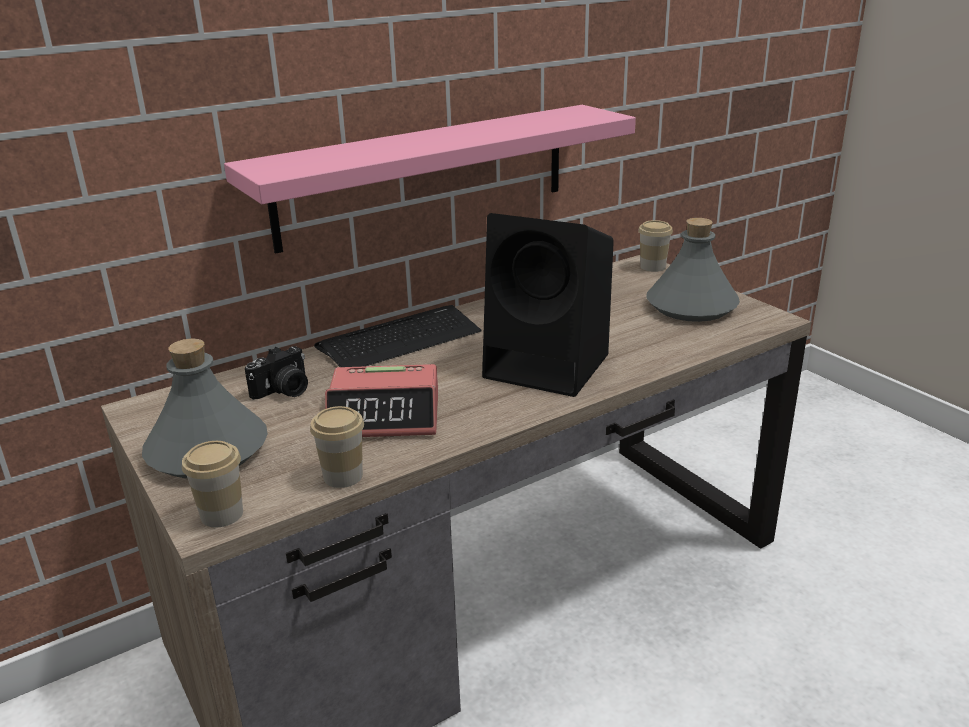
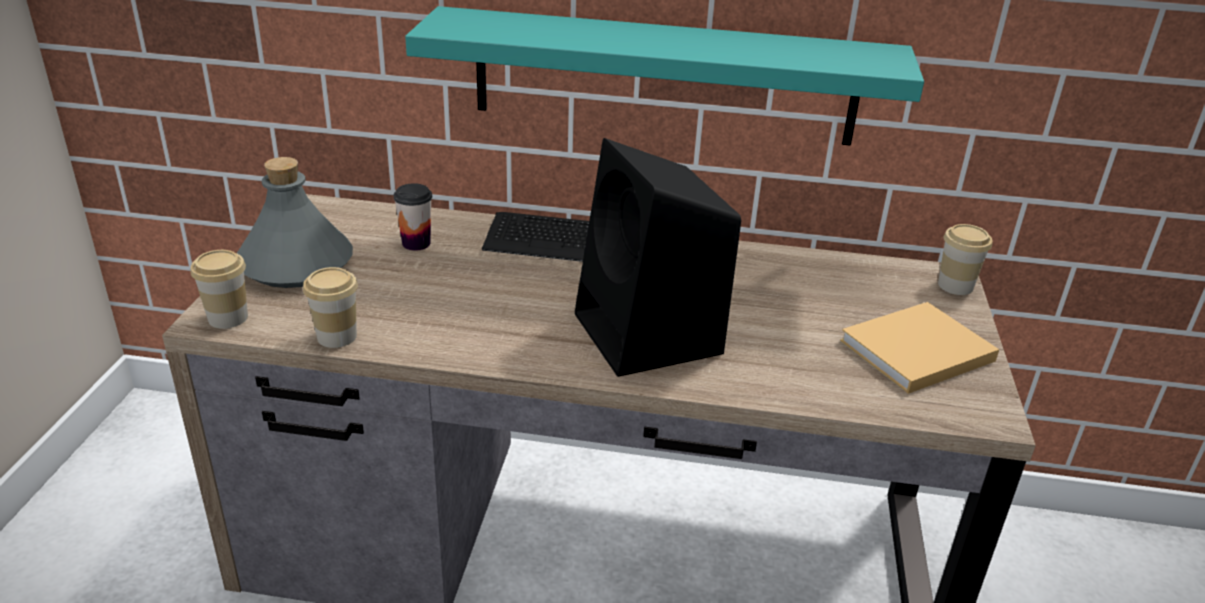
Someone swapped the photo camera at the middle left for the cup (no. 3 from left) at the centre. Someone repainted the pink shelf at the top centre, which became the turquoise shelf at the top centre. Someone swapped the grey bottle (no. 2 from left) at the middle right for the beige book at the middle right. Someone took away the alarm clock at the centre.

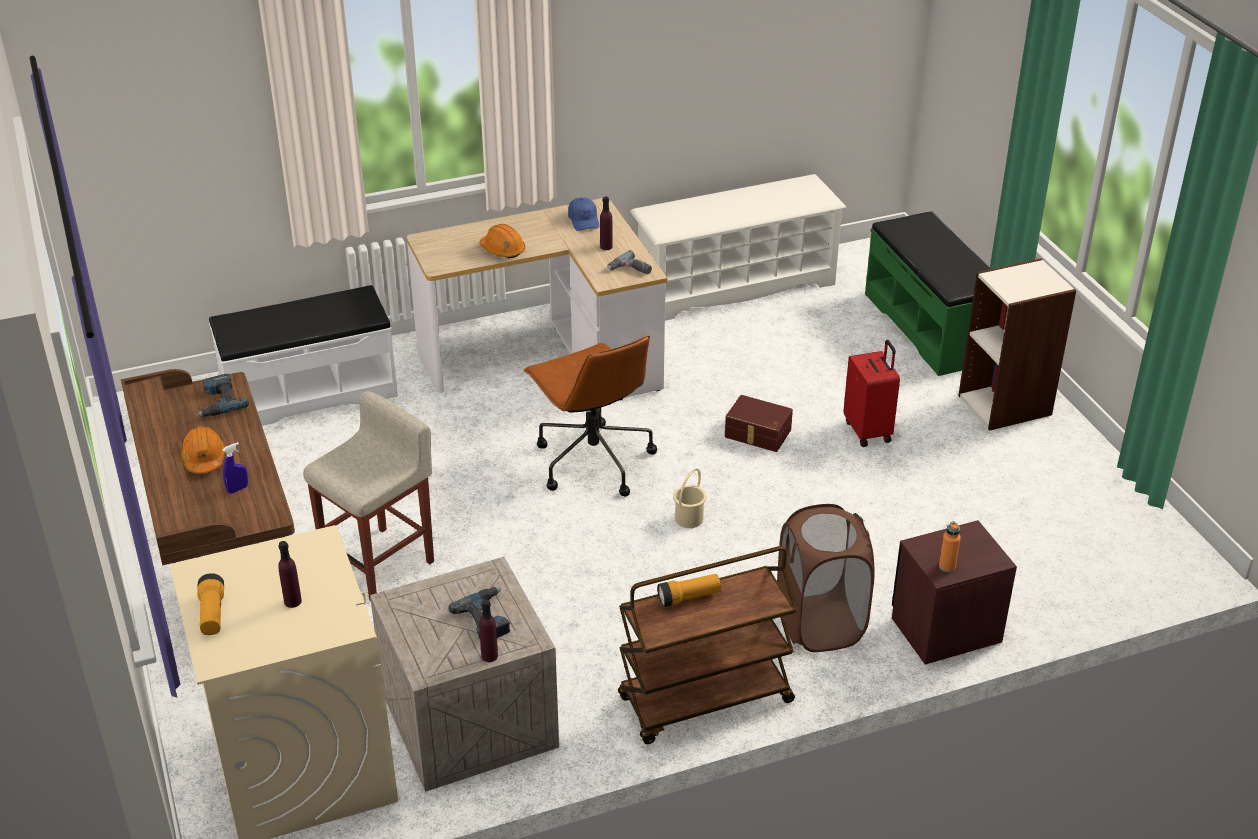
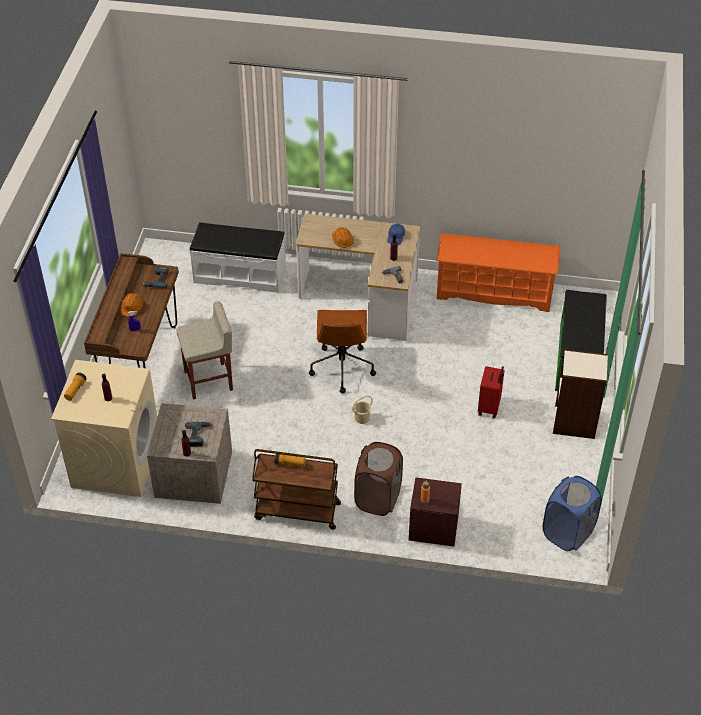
Someone repainted the white shoe rack at the top centre, which became the orange shoe rack at the middle right. Someone put down the blue laundry basket at the bottom right. Someone took away the brown storage box at the centre.

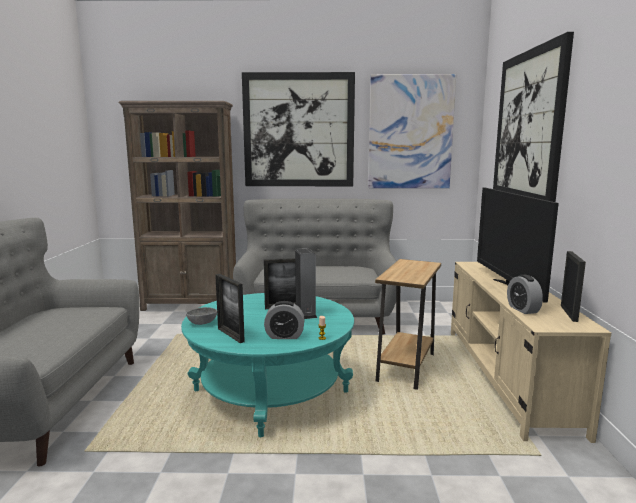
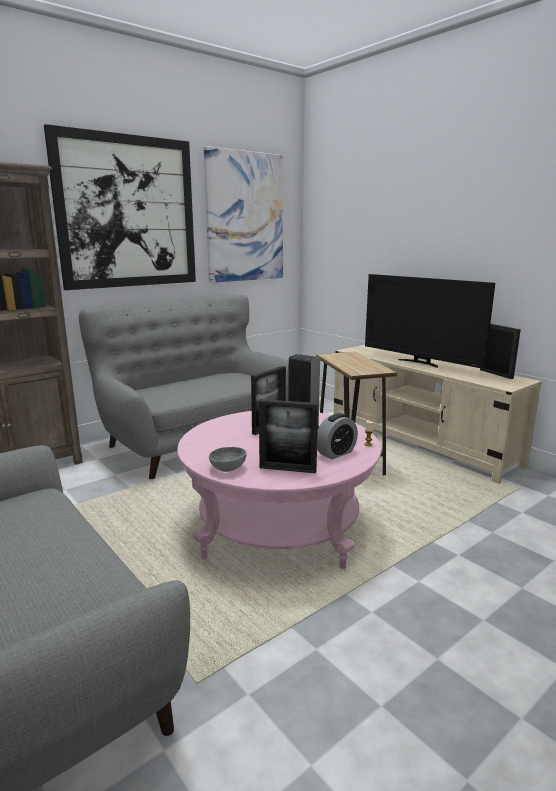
Someone repainted the turquoise coffee table at the bottom centre, which became the pink coffee table at the centre. Someone took away the picture (no. 3 from left) at the top right. Someone took away the alarm clock (no. 2 from left) at the middle right.

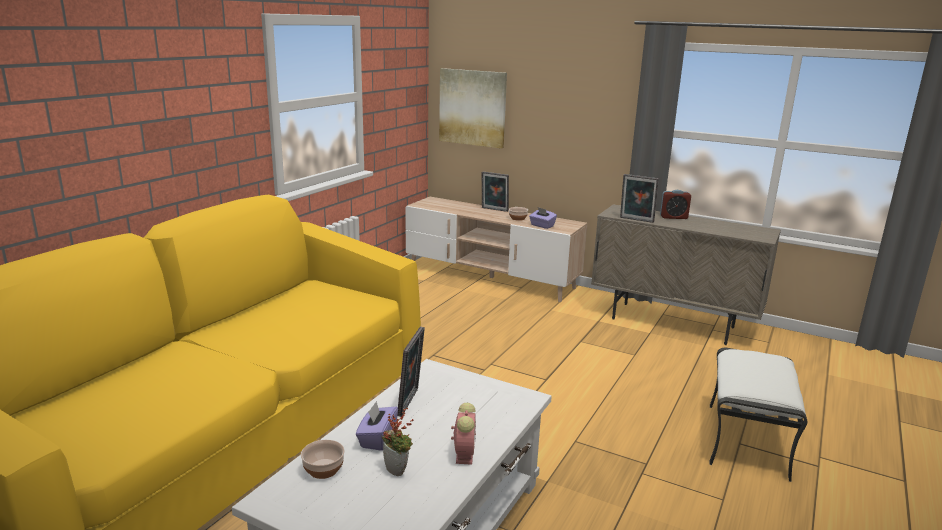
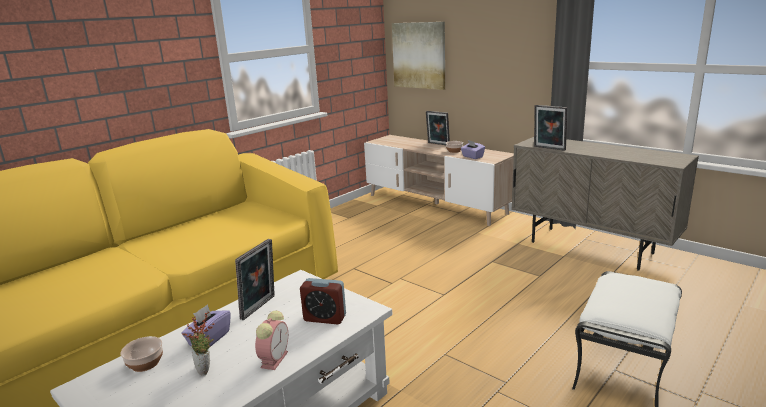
Someone carried the alarm clock (no. 2 from left) from the middle right to the bottom centre.

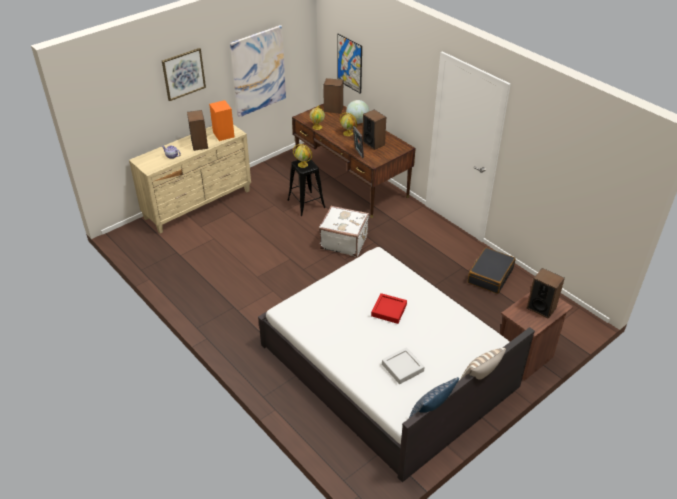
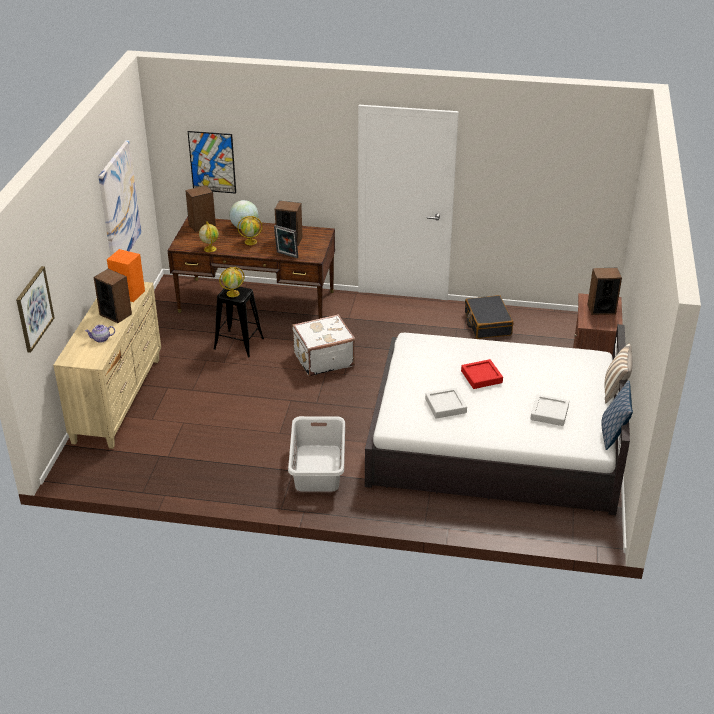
Someone carried the picture (no. 1 from left) from the top left to the middle left. Someone put down the grey laundry basket at the centre. Someone put down the grey tray (no. 1 from left) at the centre.

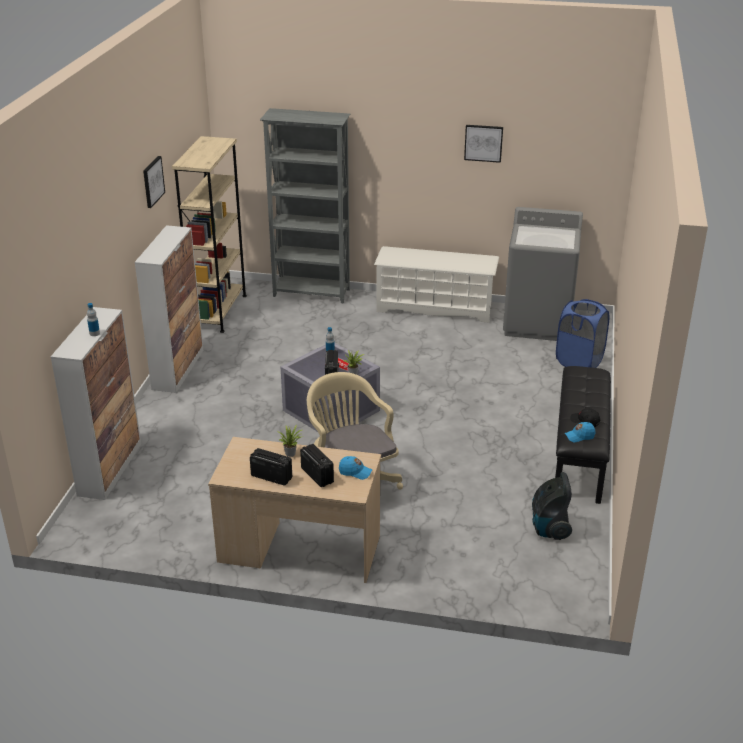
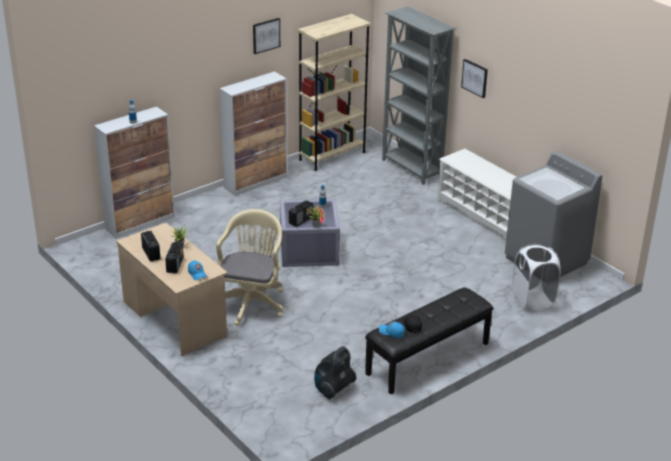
Someone carried the picture (no. 2 from left) from the top centre to the top right. Someone repainted the blue laundry basket at the middle right, which became the white laundry basket at the middle right.

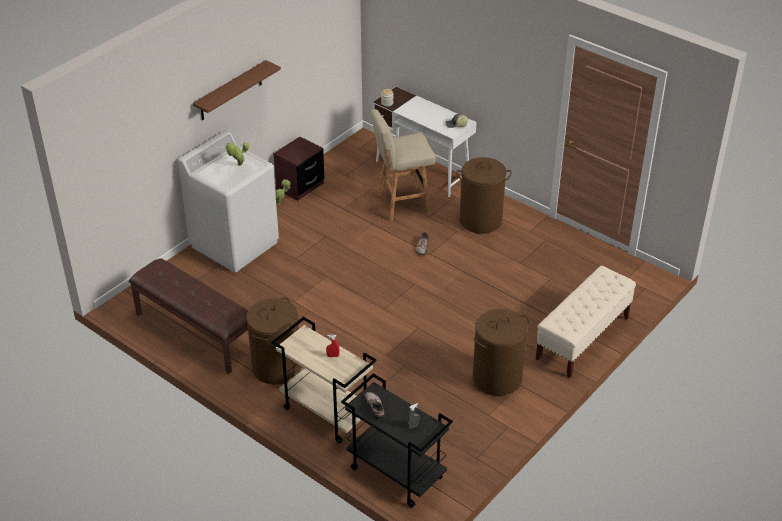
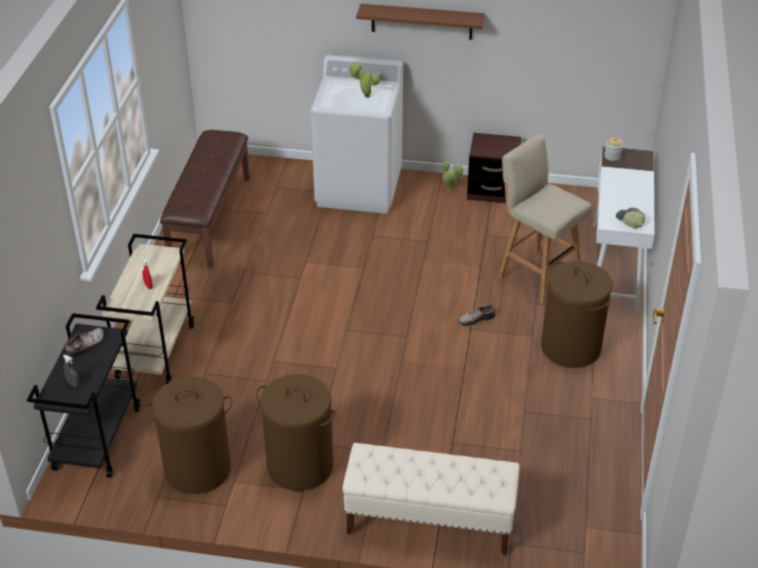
Someone carried the brown laundry basket (no. 1 from left) from the centre to the bottom left.

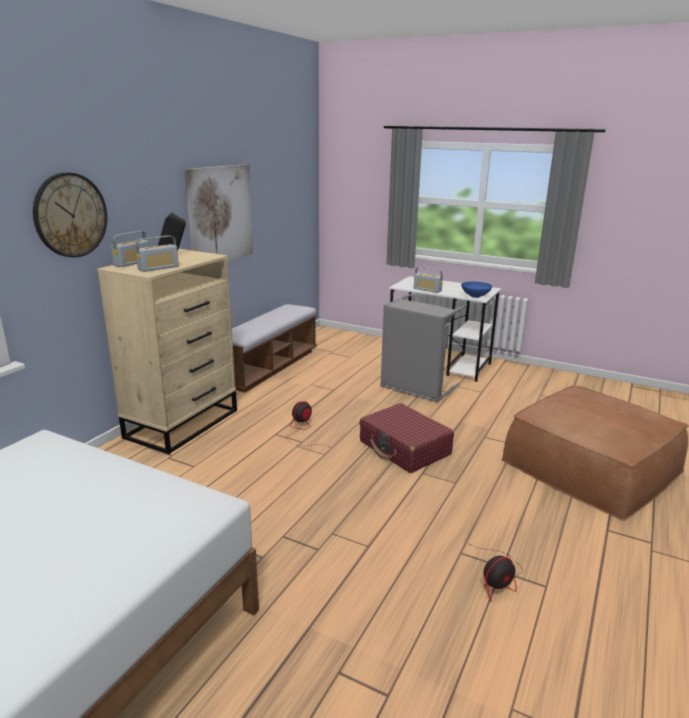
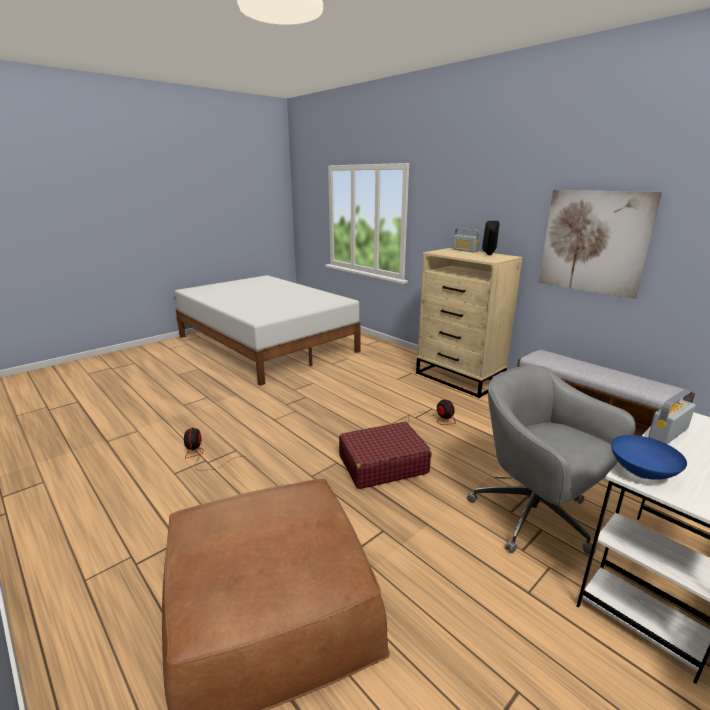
Someone swapped the grey laundry basket at the centre for the grey office chair at the middle right. Someone took away the wall clock at the top left. Someone took away the radio (no. 2 from left) at the middle left.

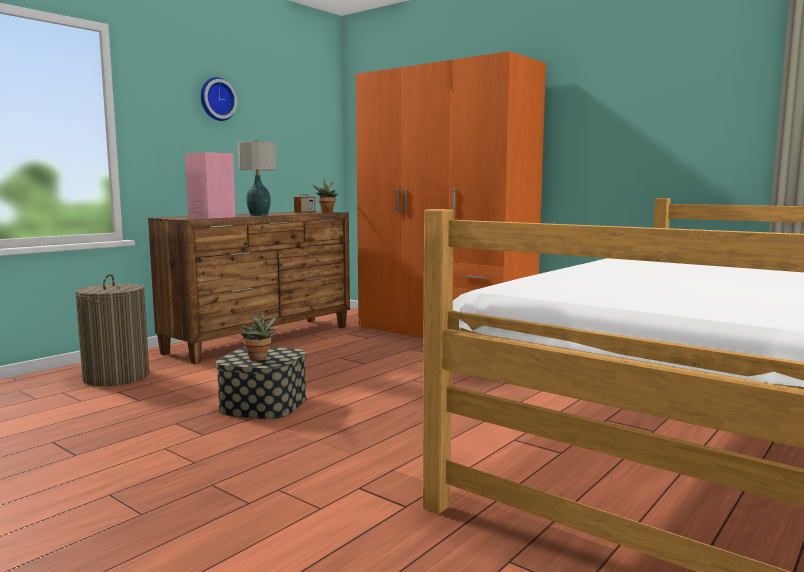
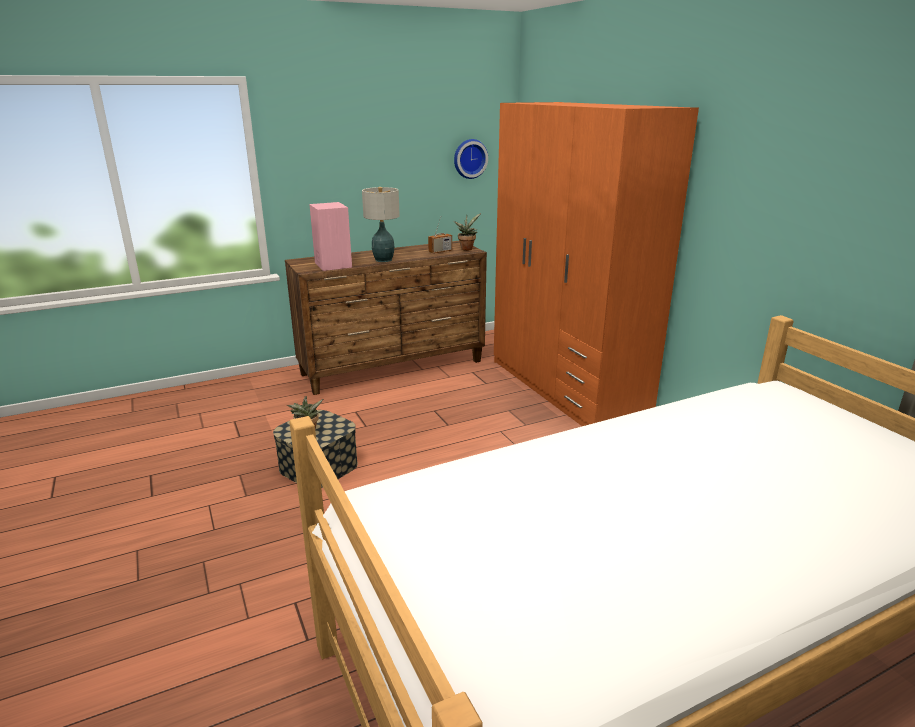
Someone carried the wall clock from the top left to the top centre. Someone took away the laundry basket at the middle left.

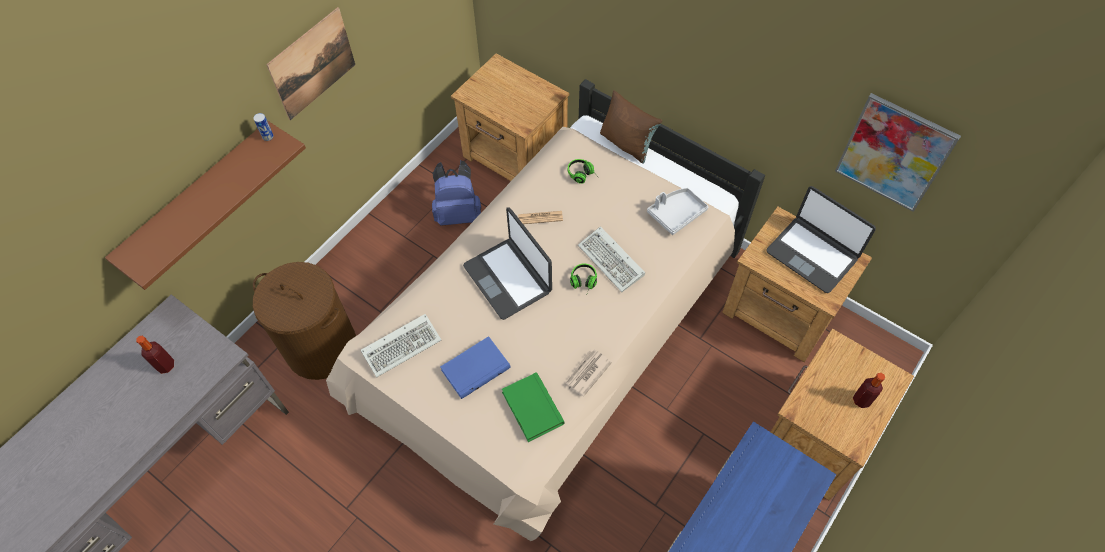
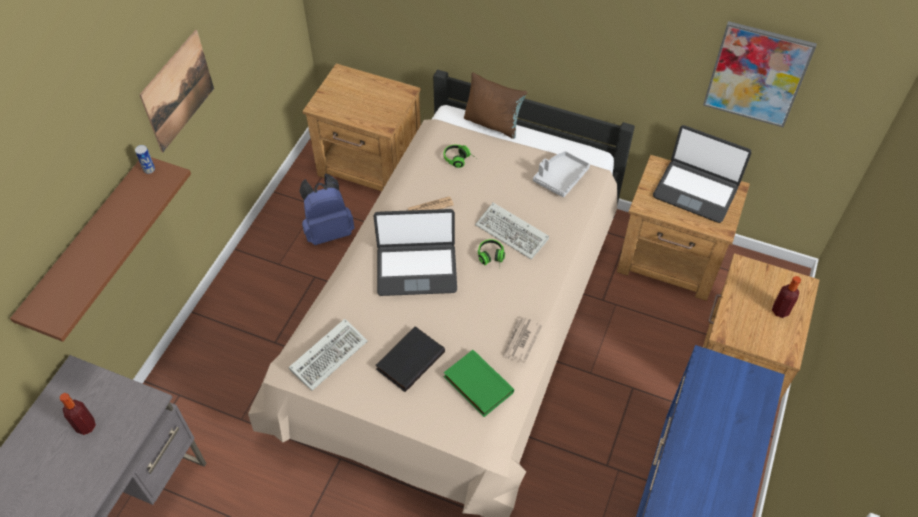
Someone rotated the laptop (no. 1 from left) at the centre by 45 degrees counterclockwise. Someone repainted the blue book at the centre, which became the black book at the bottom centre. Someone took away the brown laundry basket at the middle left.

